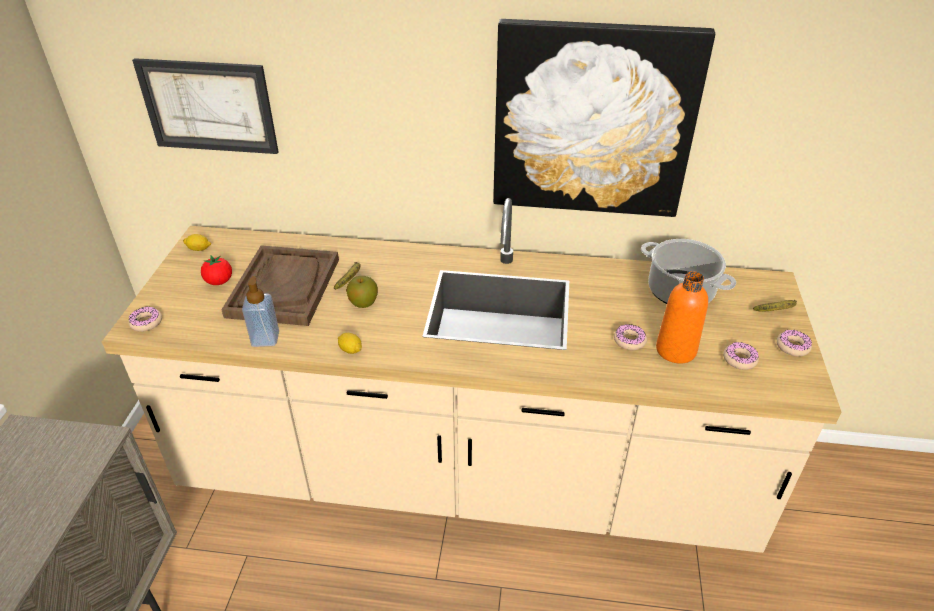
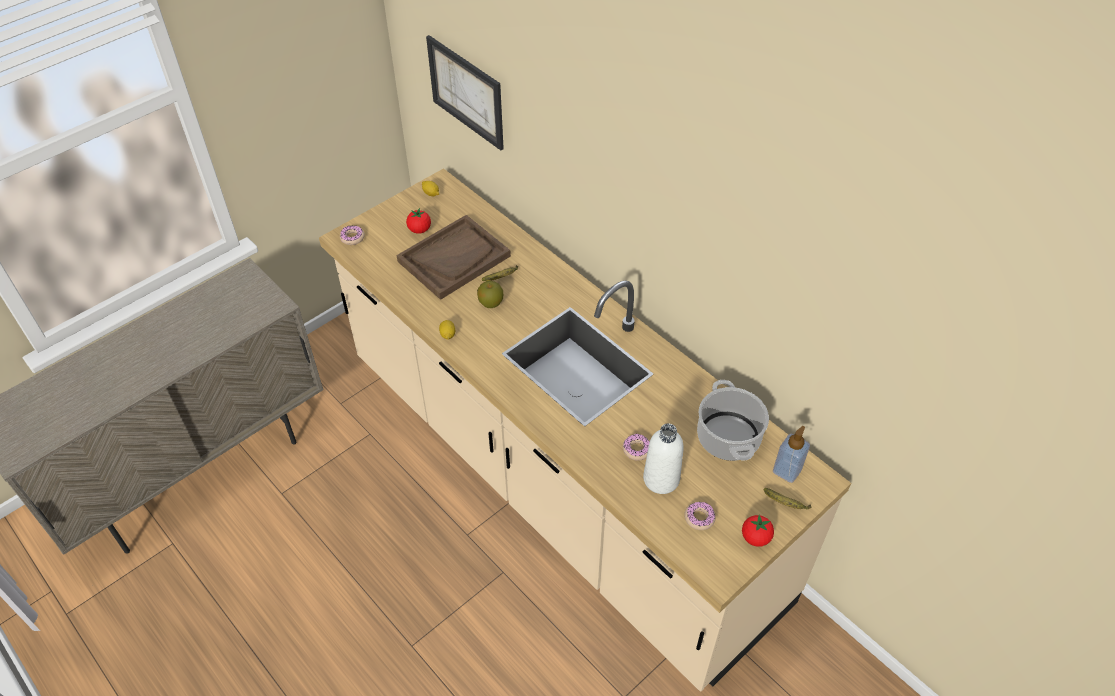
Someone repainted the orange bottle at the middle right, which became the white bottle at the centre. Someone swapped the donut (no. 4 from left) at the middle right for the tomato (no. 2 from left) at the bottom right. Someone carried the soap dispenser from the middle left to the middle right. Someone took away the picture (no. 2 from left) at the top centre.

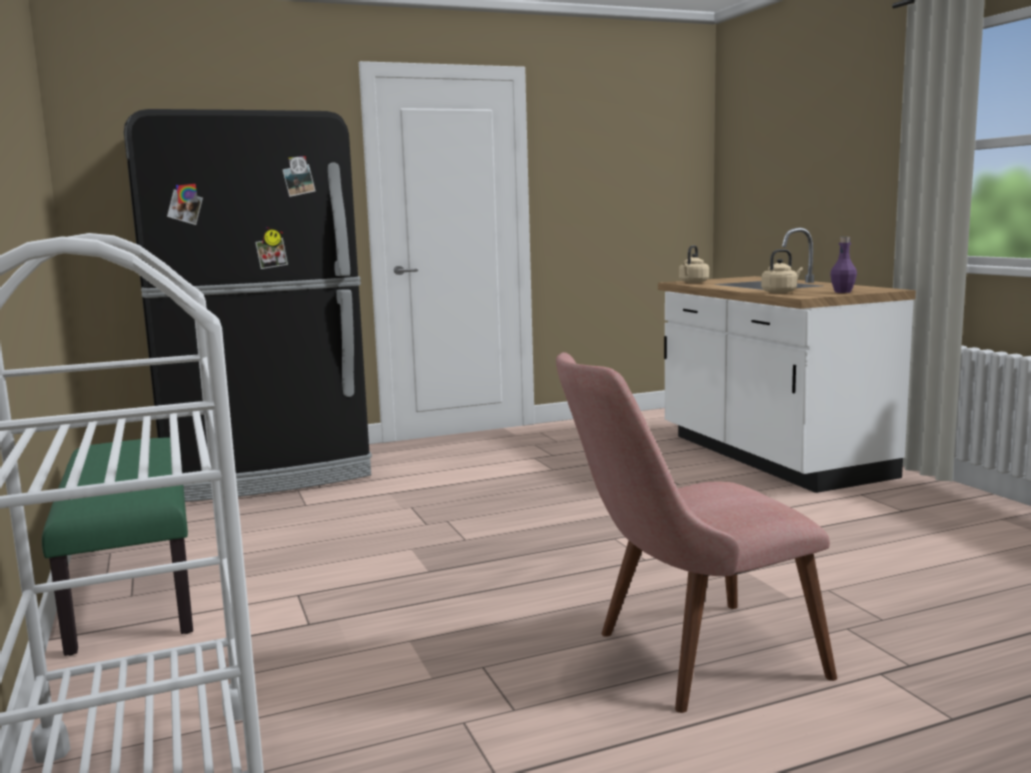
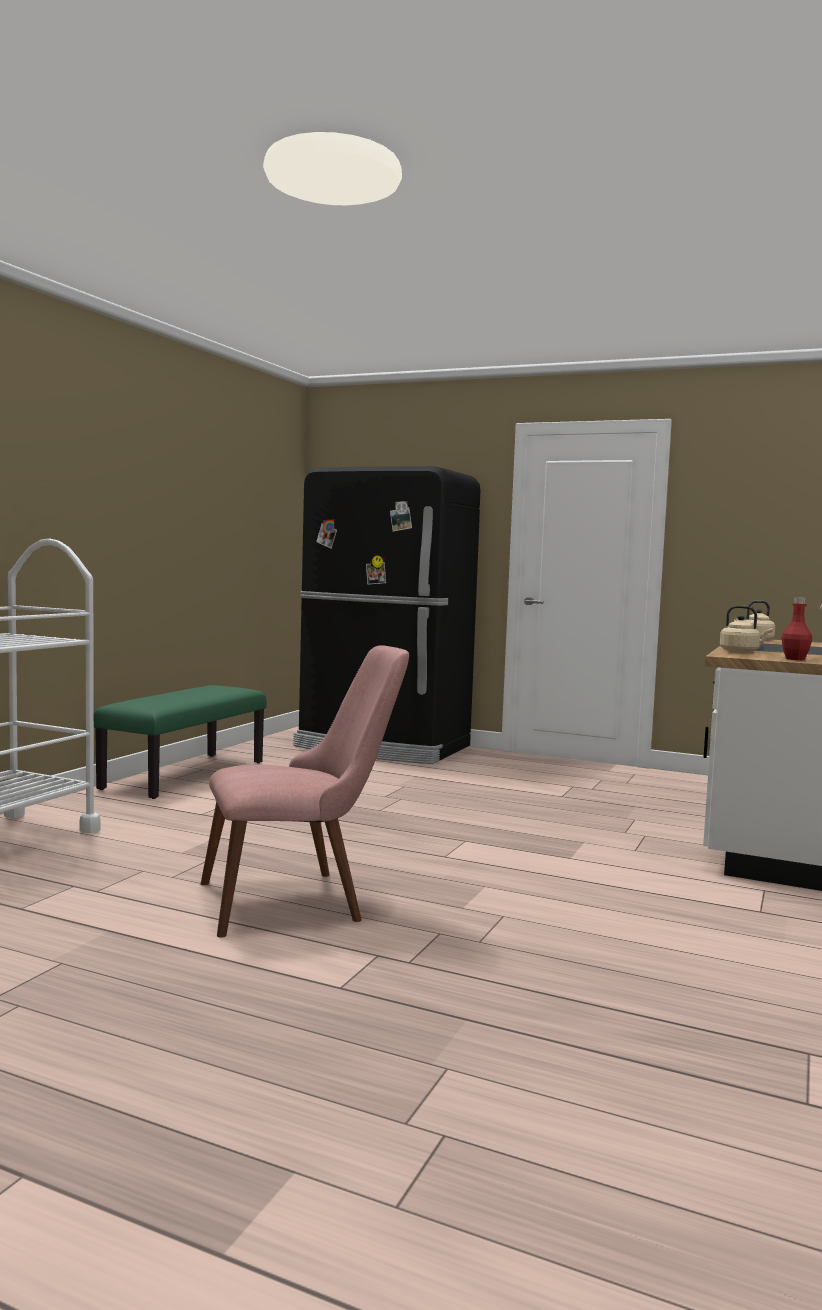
Someone rotated the pink chair at the bottom right by 135 degrees clockwise. Someone repainted the purple bottle at the middle right, which became the red bottle at the middle right.

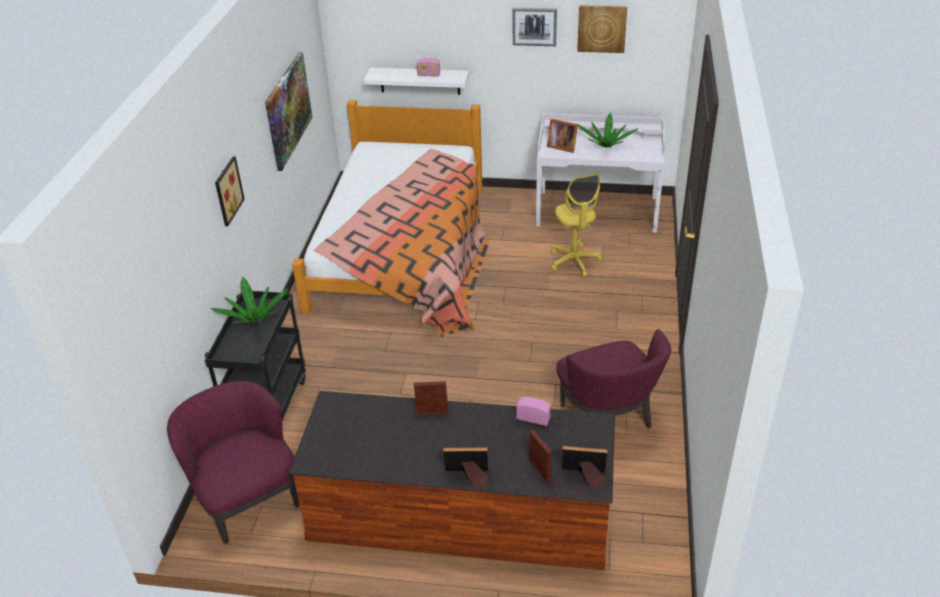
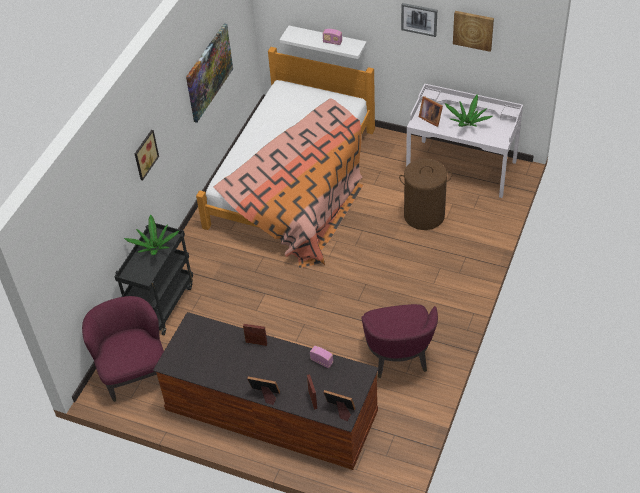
Someone swapped the yellow office chair at the centre for the brown laundry basket at the centre.

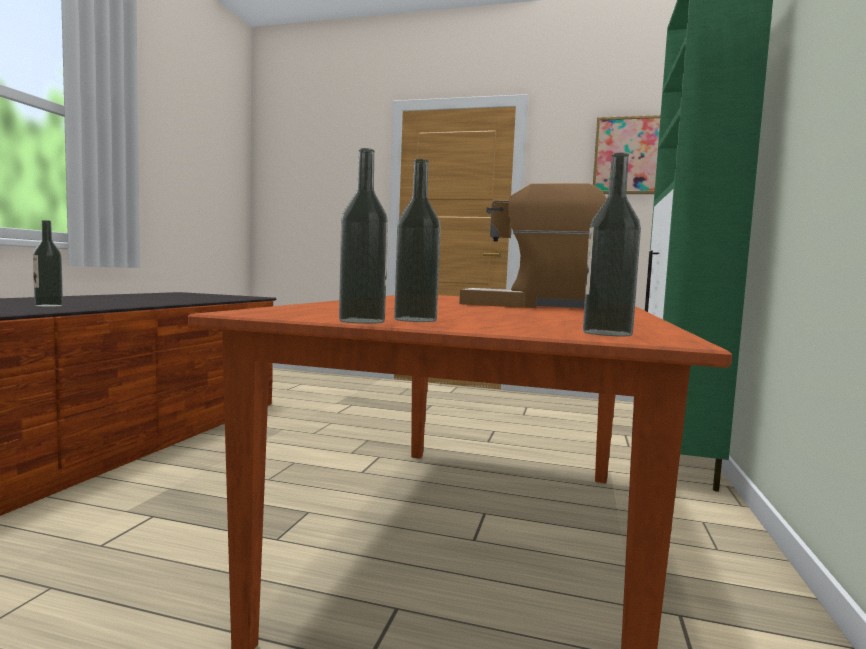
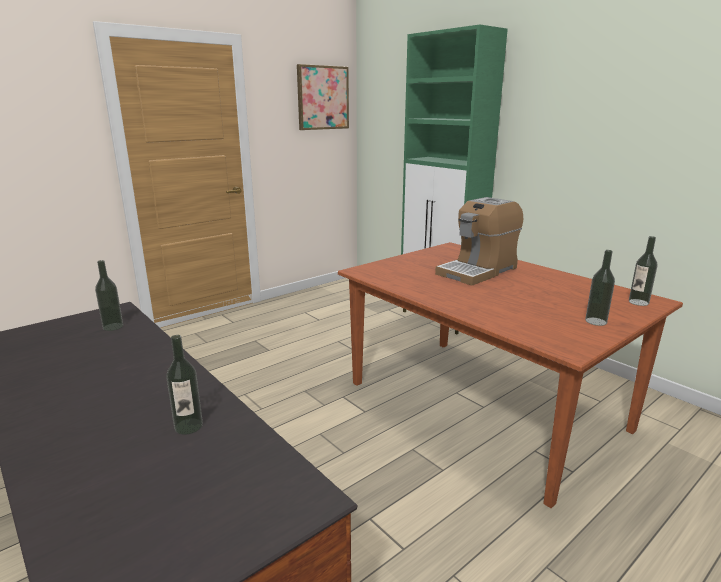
Someone carried the bottle (no. 2 from left in the first image) from the centre to the middle left.

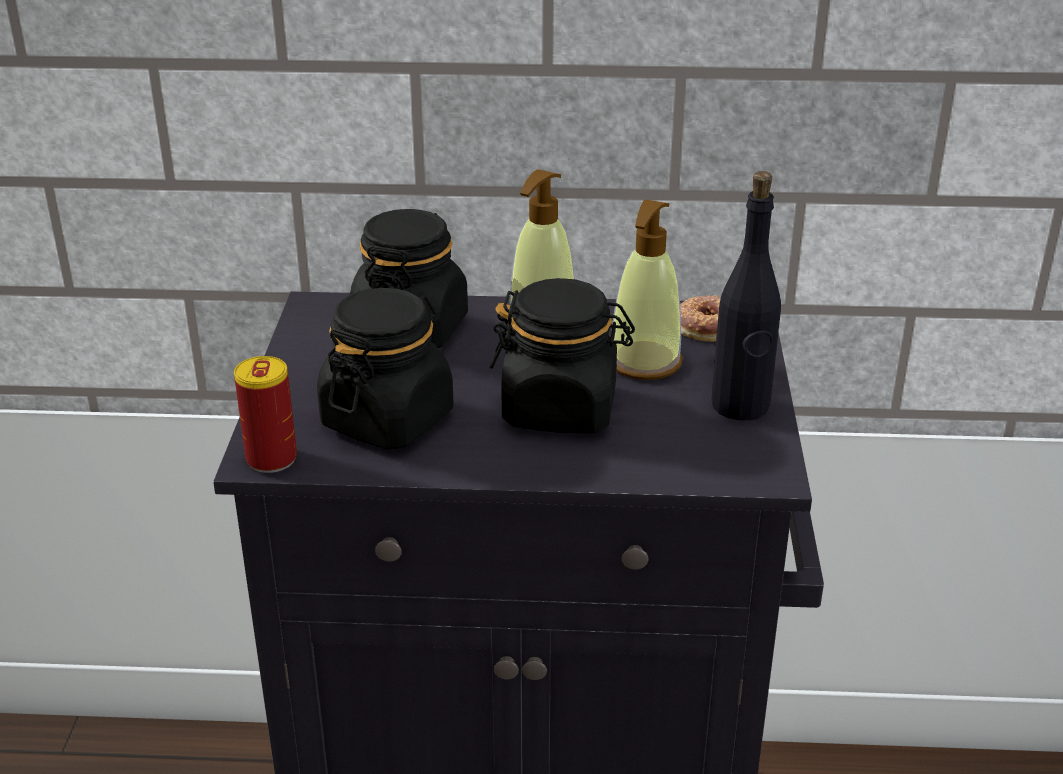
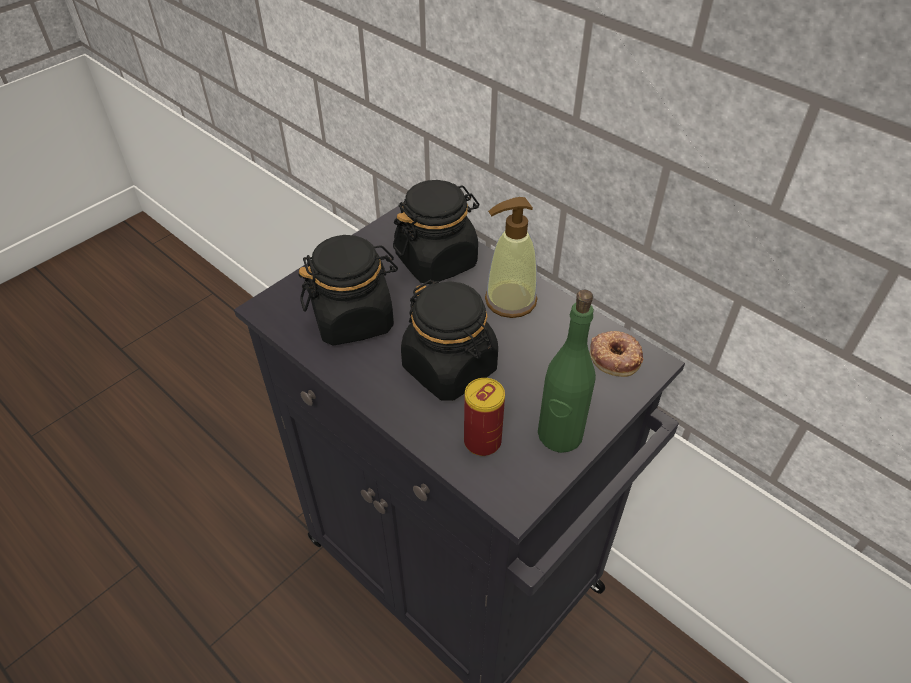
Someone carried the can from the middle left to the centre. Someone repainted the black bottle at the middle right, which became the green bottle at the centre. Someone took away the soap dispenser (no. 2 from left) at the centre.

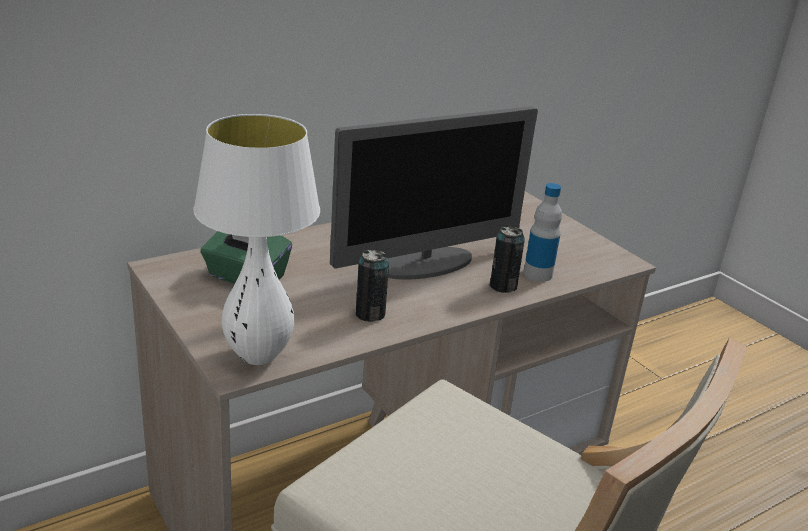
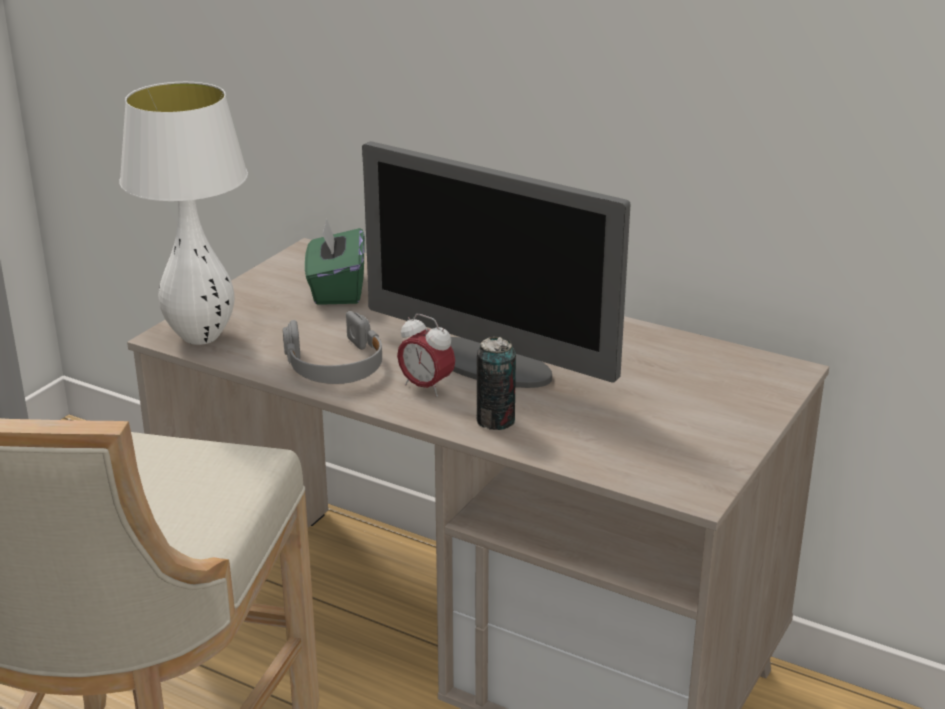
Someone swapped the can (no. 1 from left) at the centre for the grey headphones at the centre. Someone put down the alarm clock at the centre. Someone took away the bottle at the middle right.

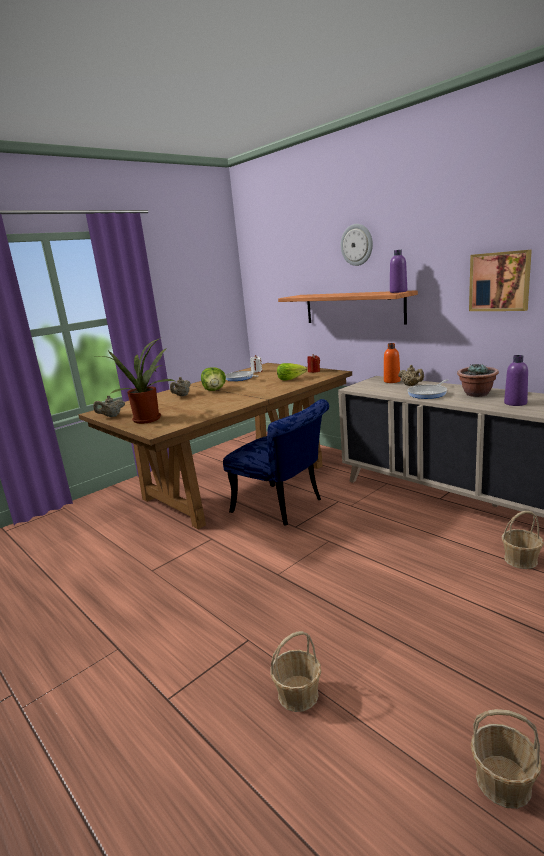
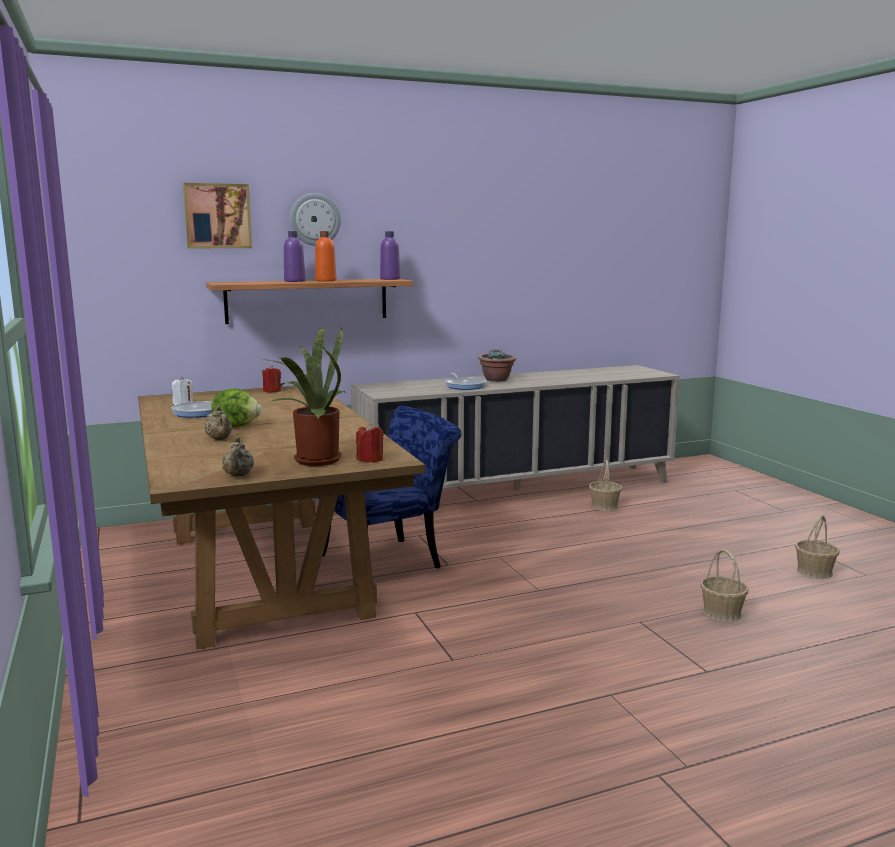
Someone carried the picture from the top right to the top left. Someone carried the purple bottle (no. 2 from left in the first image) from the middle right to the top left. Someone carried the orange bottle from the middle right to the top centre. Someone put down the red candle (no. 2 from left) at the centre. Someone took away the lettuce (no. 2 from left) at the centre. Someone took away the beige teapot (no. 3 from left) at the middle right.

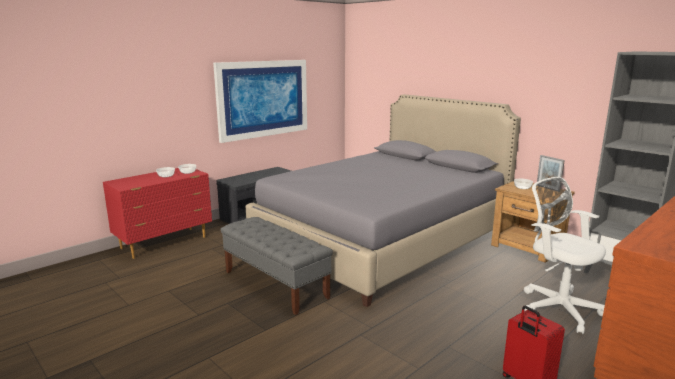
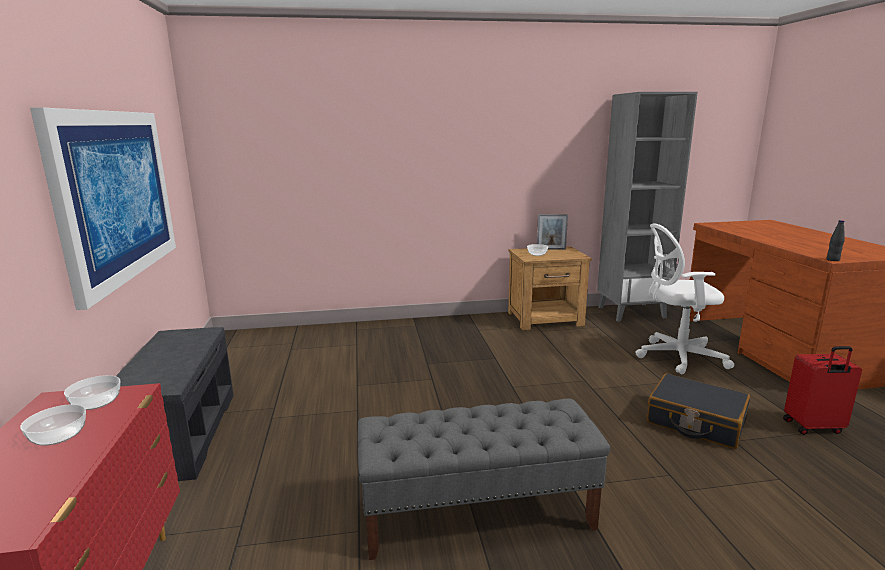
Someone put down the black suitcase at the bottom right. Someone put down the black bottle at the middle right. Someone took away the grey bed at the centre.

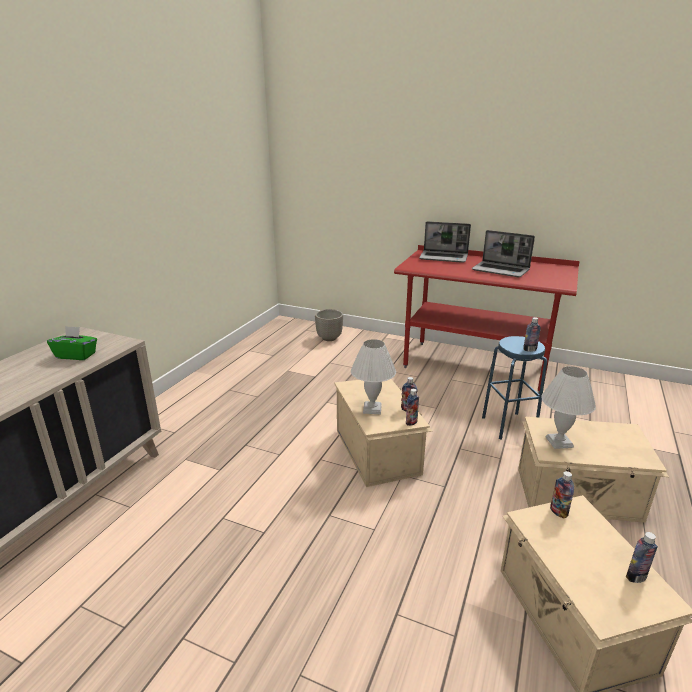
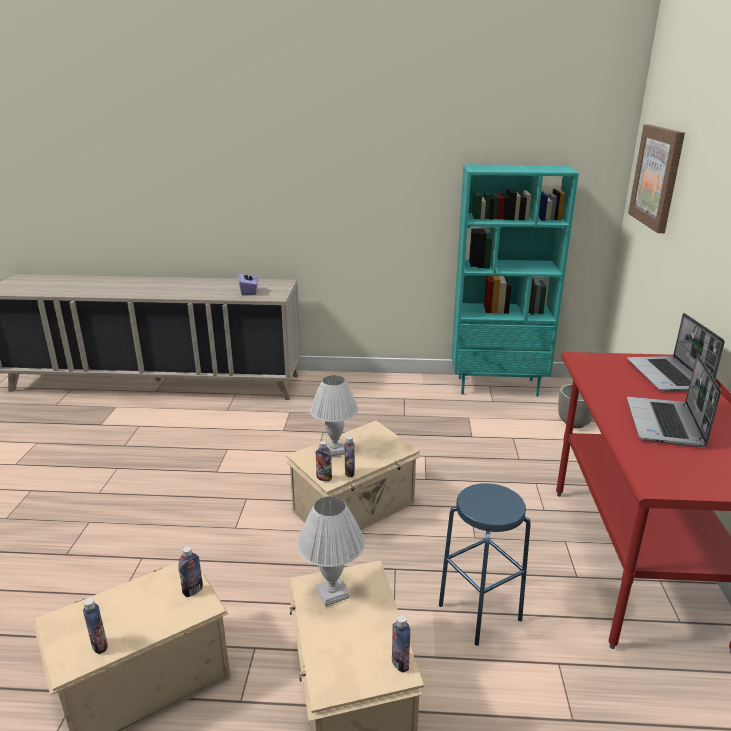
Someone repainted the green tissue box at the middle left, which became the purple tissue box at the centre. Someone carried the bottle (no. 3 from left in the first image) from the middle right to the bottom centre. Someone put down the turquoise bookcase at the middle right. Someone put up the picture at the top right.

